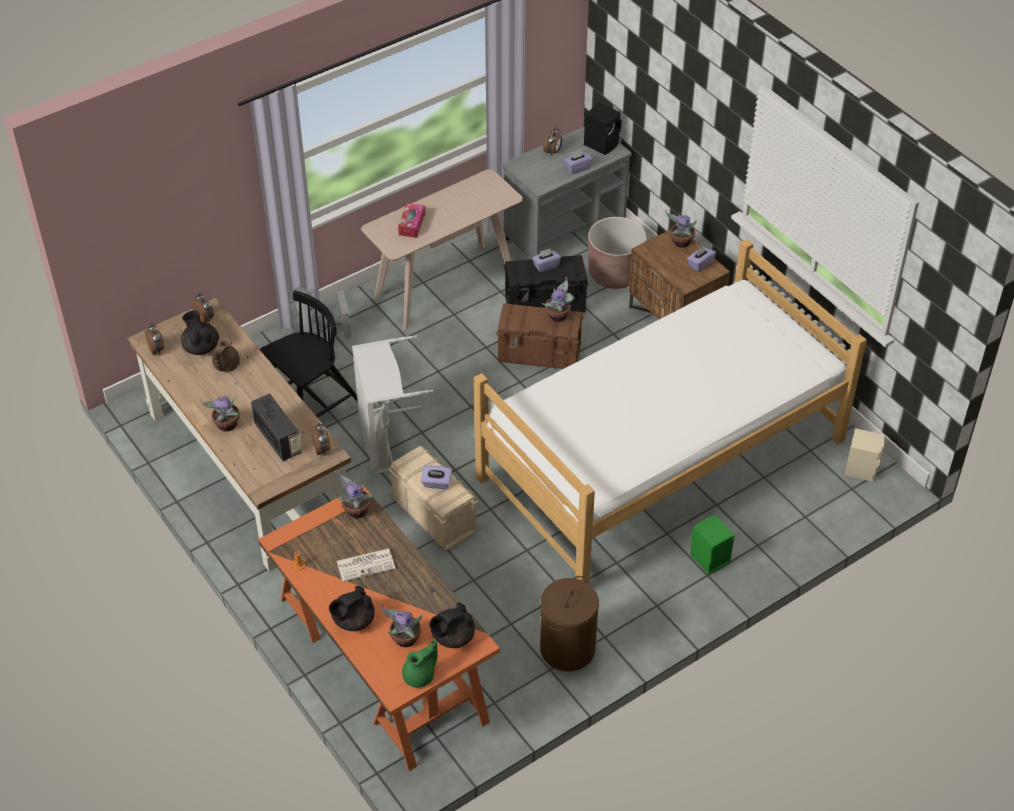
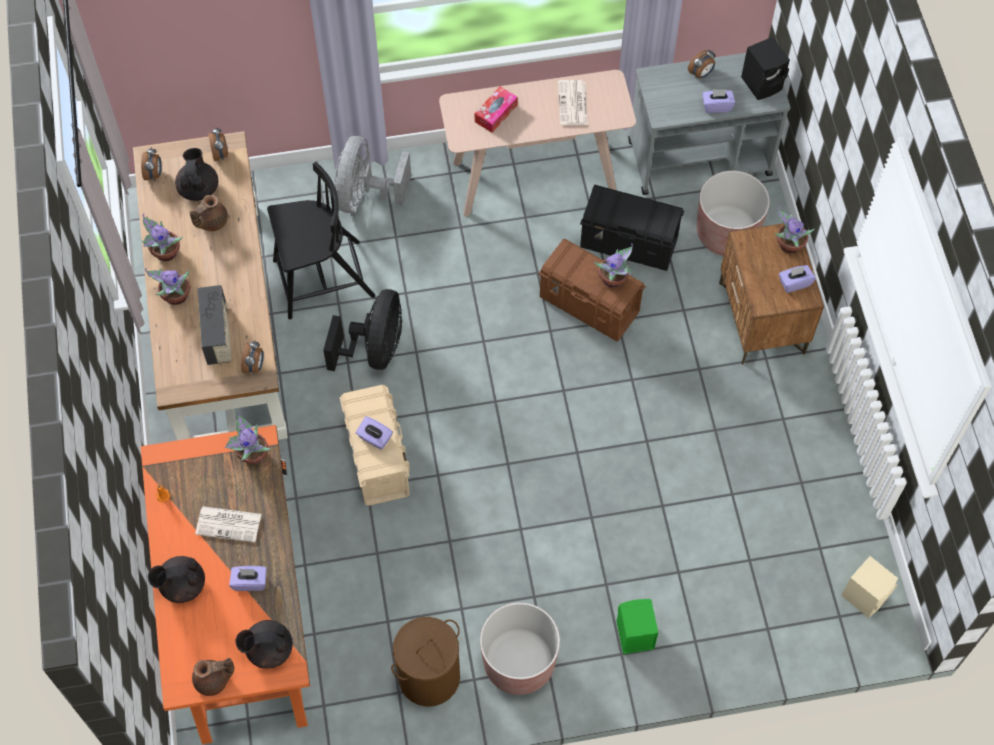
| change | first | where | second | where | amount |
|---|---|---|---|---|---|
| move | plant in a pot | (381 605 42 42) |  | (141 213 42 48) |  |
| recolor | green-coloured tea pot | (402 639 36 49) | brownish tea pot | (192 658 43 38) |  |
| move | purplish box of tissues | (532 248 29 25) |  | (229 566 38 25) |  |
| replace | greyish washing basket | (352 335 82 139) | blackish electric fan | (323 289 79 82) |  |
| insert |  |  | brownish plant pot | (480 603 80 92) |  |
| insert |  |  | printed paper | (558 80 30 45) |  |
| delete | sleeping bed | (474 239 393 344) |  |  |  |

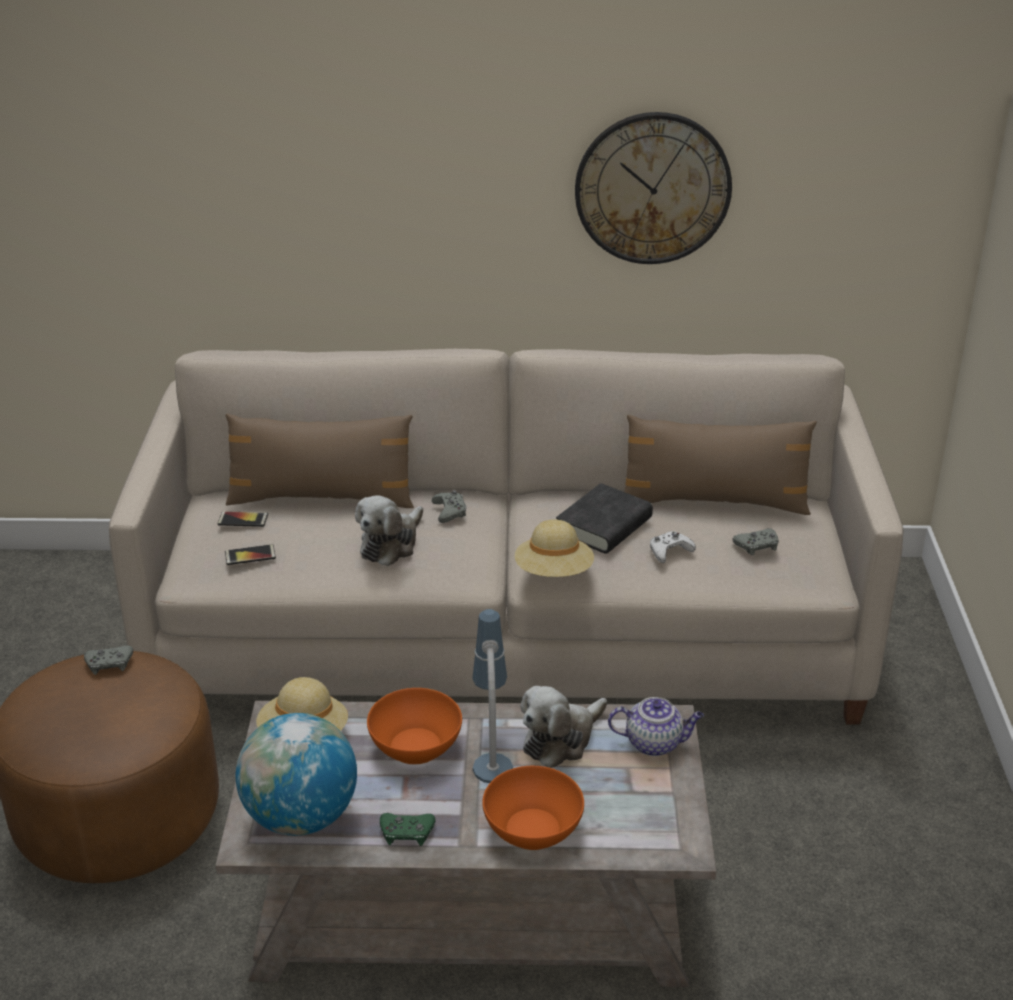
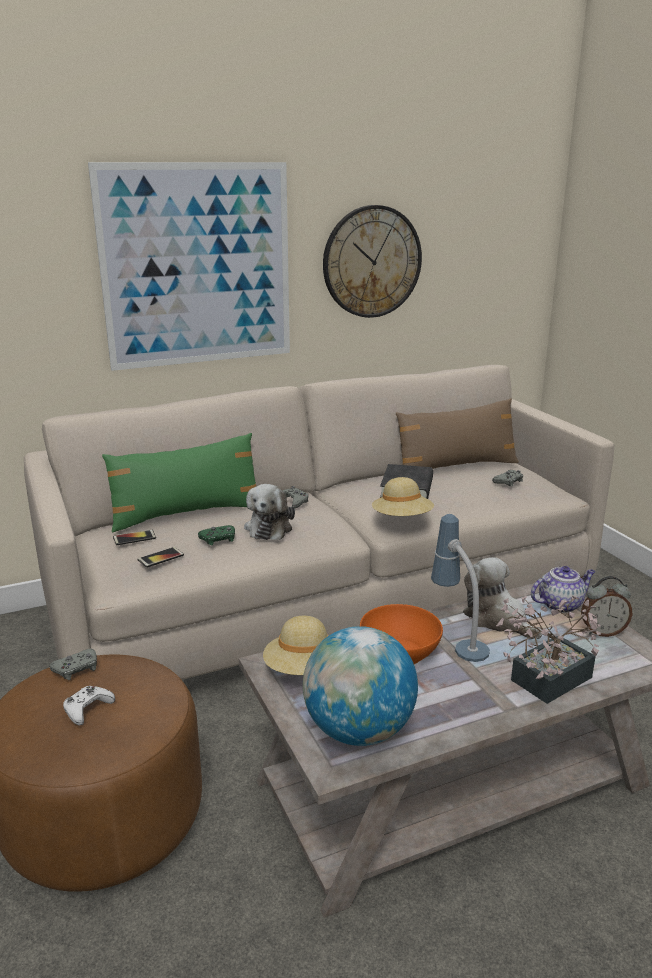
| change | first | where | second | where | amount |
|---|---|---|---|---|---|
| move | white-coloured game controller | (650 531 46 32) |  | (63 686 52 40) |  |
| insert |  |  | wall picture | (88 162 202 209) |  |
| recolor | brownish throw pillow | (226 414 188 94) | green-coloured throw pillow | (102 433 154 99) |  |
| move | green-coloured game controller | (380 813 56 33) |  | (198 525 37 21) |  |
| rotate | cuddly toy | (521 686 86 82) |  | (463 557 80 82) | 120 degrees clockwise |
| replace | orange deep dish | (482 766 102 84) | plant in a pot | (496 595 105 109) |  |
| insert |  |  | alarm clock | (581 576 51 61) |  |

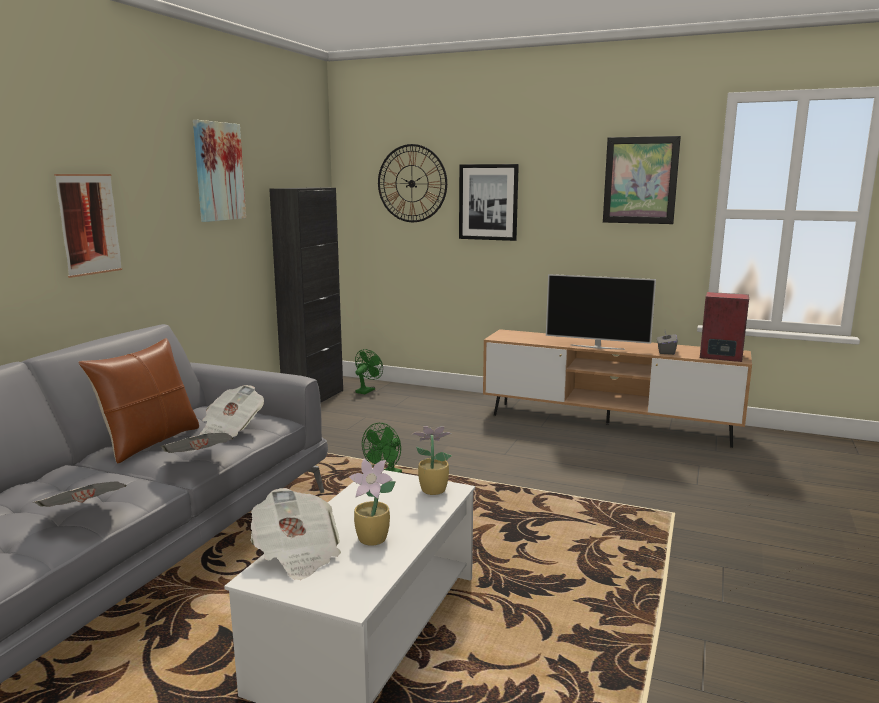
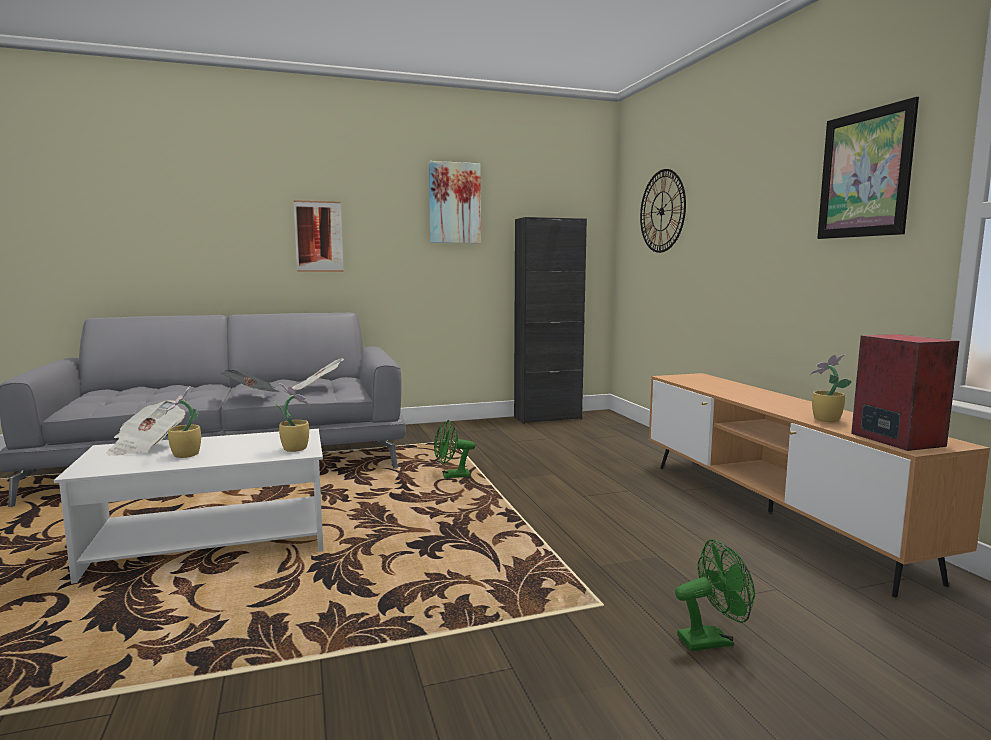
| change | first | where | second | where | amount |
|---|---|---|---|---|---|
| move | green-coloured electric fan | (355 349 28 45) |  | (675 539 80 112) |  |
| replace | greyish box of tissues | (657 331 21 24) | plant in a pot | (810 354 42 68) |  |
| delete | printed paper | (35 481 92 26) |  |  |  |
| delete | brownish throw pillow | (78 338 121 125) |  |  |  |
| delete | wall picture | (459 164 60 77) |  |  |  |
| delete | television | (546 274 110 76) |  |  |  |

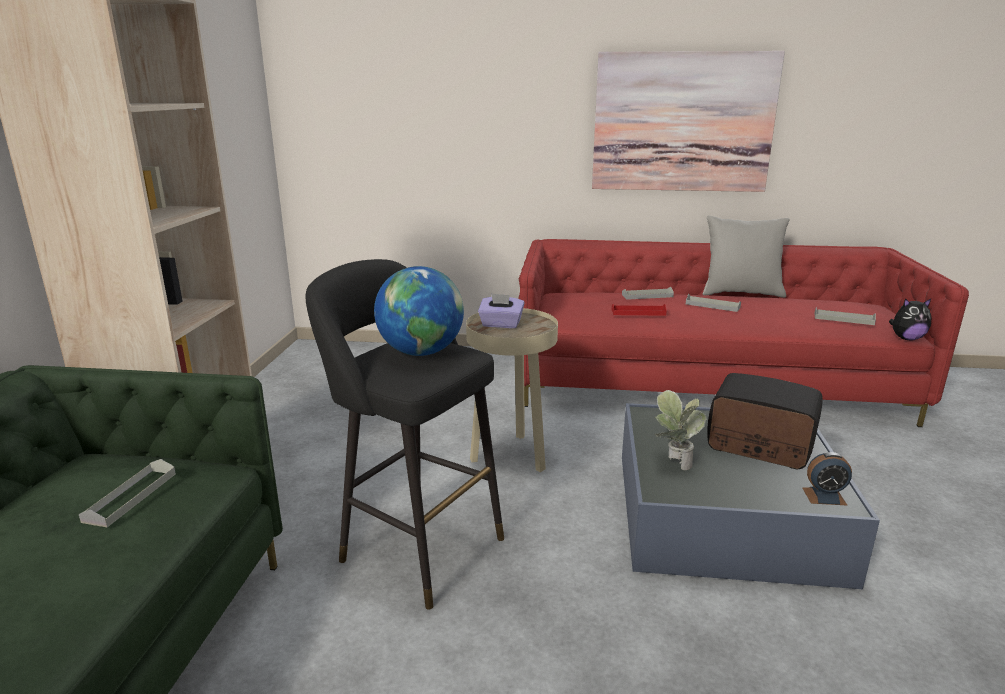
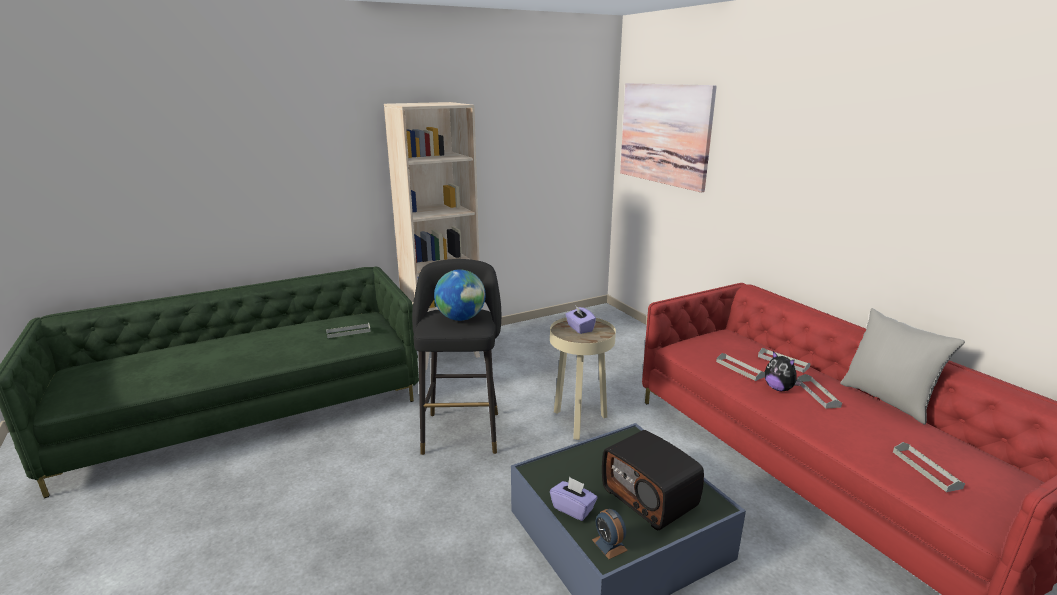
| change | first | where | second | where | amount |
|---|---|---|---|---|---|
| insert |  |  | purplish box of tissues | (550 477 48 44) |  |
| rotate | radio | (707 373 116 96) |  | (602 430 102 100) | 150 degrees clockwise |
| move | wall picture | (592 51 193 141) |  | (620 83 97 110) |  |
| recolor | reddish carrying tray | (612 304 55 12) | greyish carrying tray | (716 353 49 28) |  |
| move | cuddly toy | (889 299 43 41) |  | (765 351 37 40) |  |
| delete | plant in a pot | (655 390 52 80) |  |  |  |

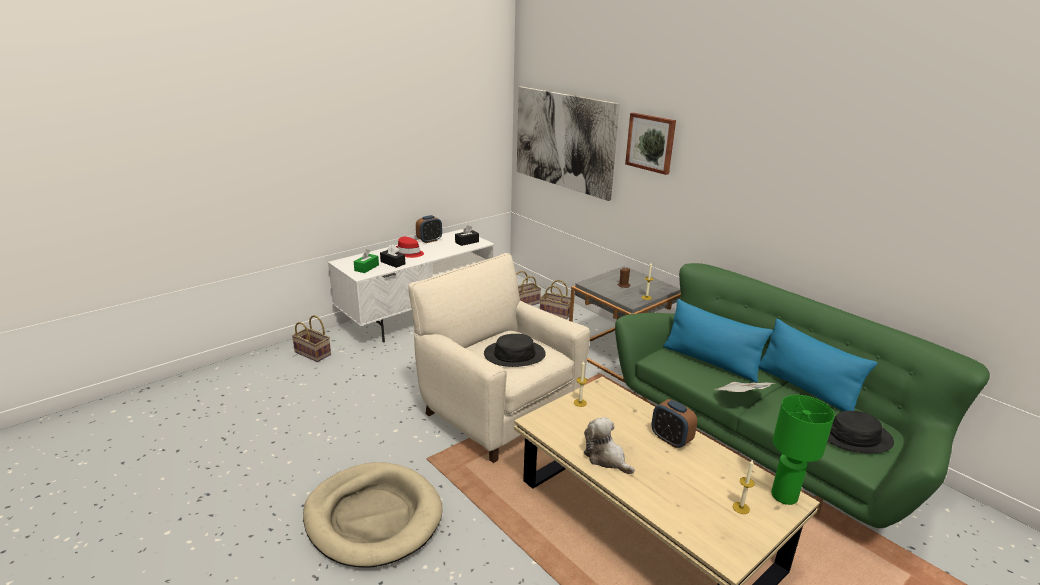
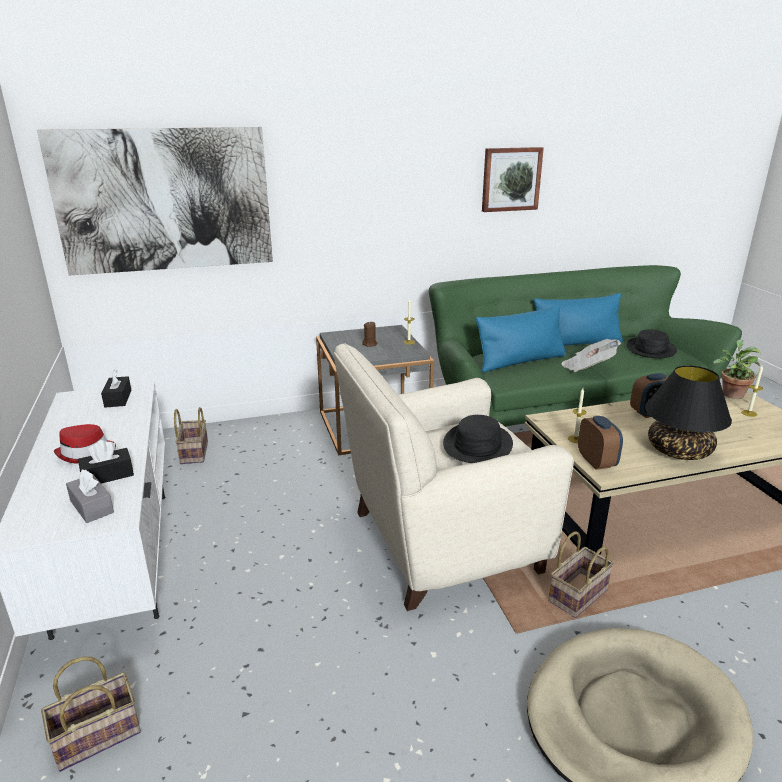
| change | first | where | second | where | amount |
|---|---|---|---|---|---|
| recolor | green-coloured box of tissues | (354 249 25 24) | greyish box of tissues | (66 470 48 53) |  |
| move | wall picture | (625 112 51 63) |  | (482 147 62 65) |  |
| move | household basket | (540 280 31 40) |  | (548 531 66 87) |  |
| move | alarm clock | (416 215 26 28) |  | (578 416 45 54) |  |
| replace | cuddly toy | (584 417 51 57) | blackish lamp for a table | (645 365 87 95) |  |
| replace | green-coloured lamp for a table | (771 395 64 110) | plant in a pot | (713 339 48 60) |  |

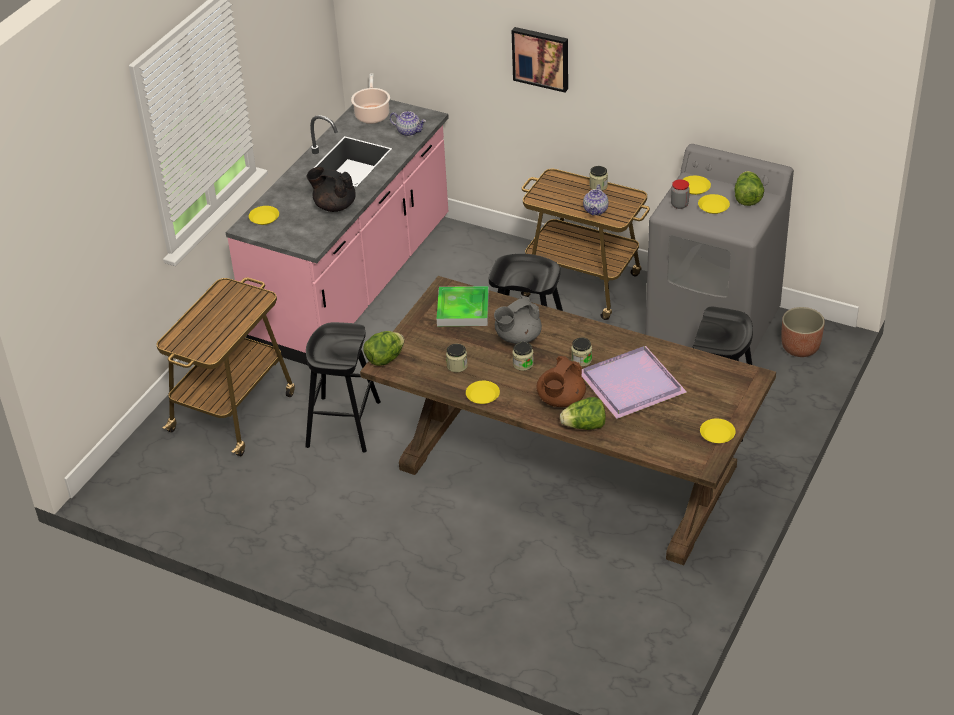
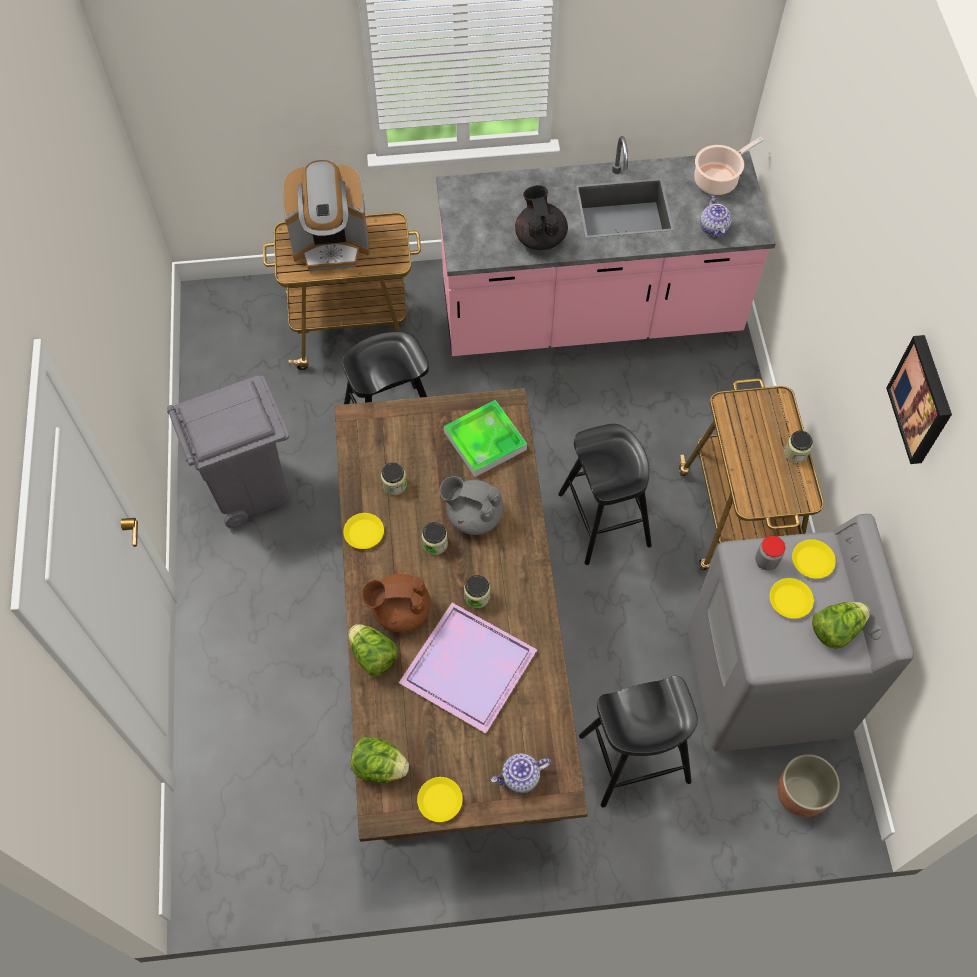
| change | first | where | second | where | amount |
|---|---|---|---|---|---|
| insert |  |  | greyish trash can | (167 376 122 152) |  |
| insert |  |  | coffee machine | (282 160 87 111) |  |
| move | head of lettuce | (363 331 42 35) |  | (351 737 58 46) |  |
| move | tea pot | (583 184 26 32) |  | (491 754 60 39) |  |
| move | wall picture | (512 27 56 66) |  | (886 335 66 129) |  |
| delete | yellow-coloured plate | (249 206 30 19) |  |  |  |

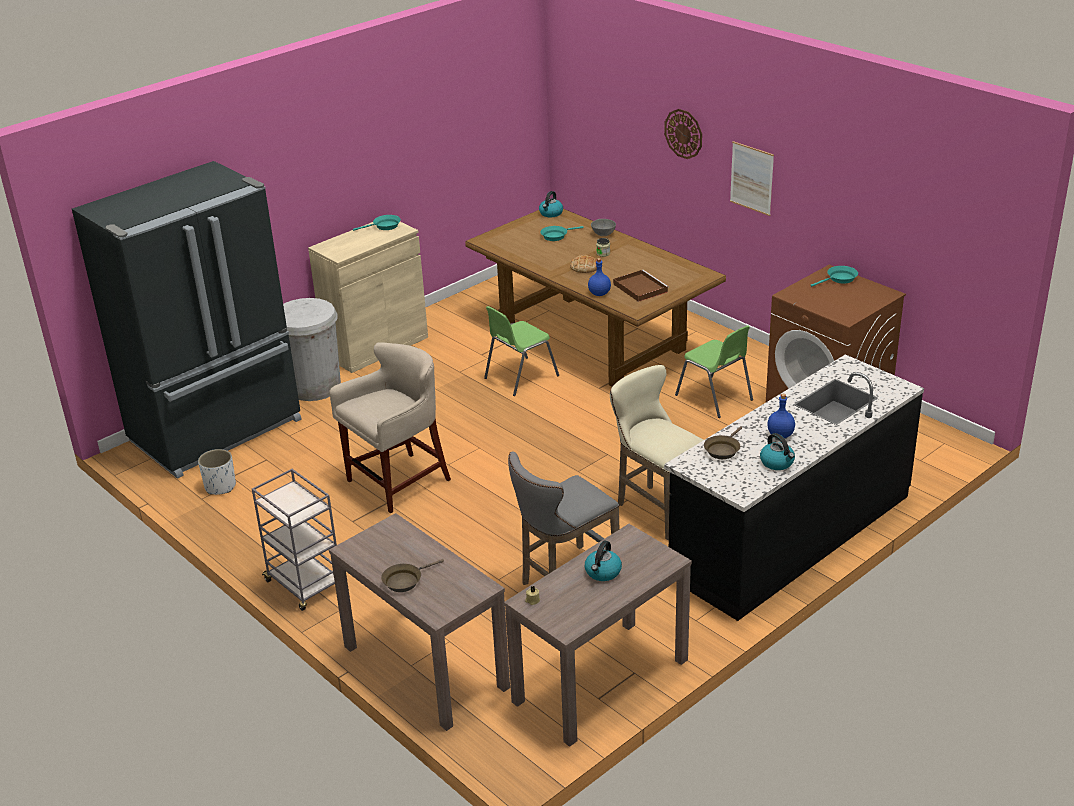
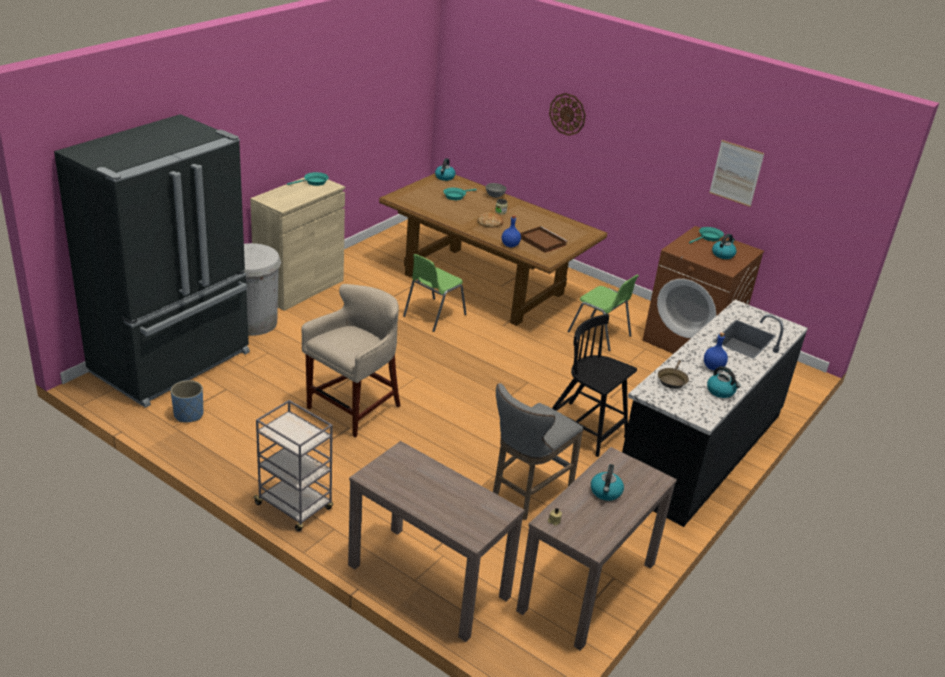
| change | first | where | second | where | amount |
|---|---|---|---|---|---|
| recolor | white-coloured plant pot | (198 449 38 46) | bluish plant pot | (171 380 32 42) |  |
| replace | sand-coloured sitting stool | (610 365 93 176) | blackish plain chair | (552 314 85 143) |  |
| move | wall picture | (730 141 44 75) |  | (709 140 55 67) |  |
| insert |  |  | water kettle | (712 234 25 25) |  |
| delete | brownish skillet | (381 559 63 33) |  |  |  |

